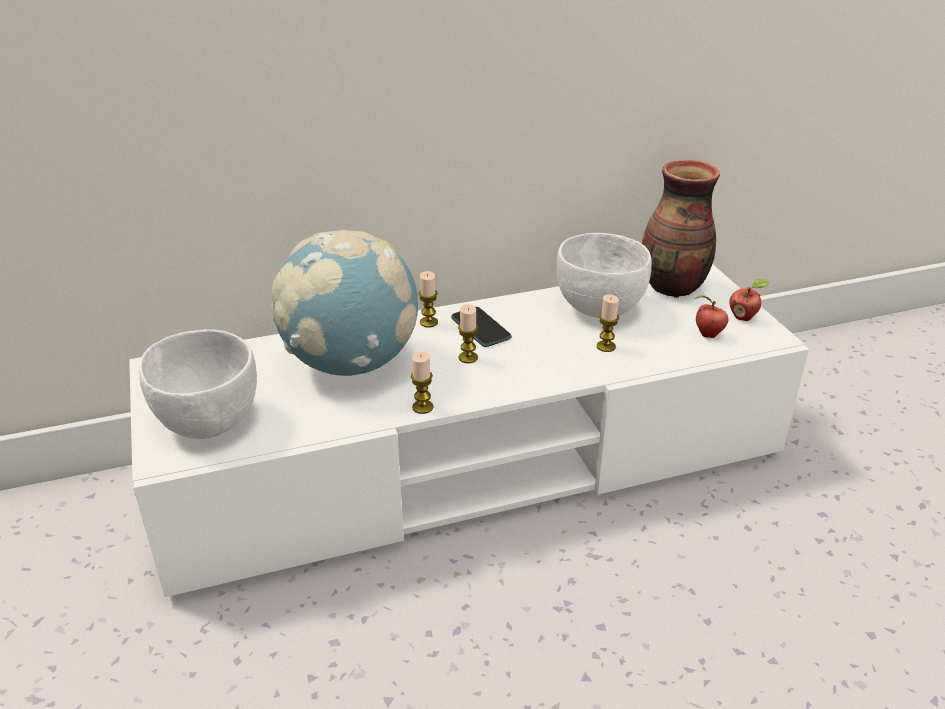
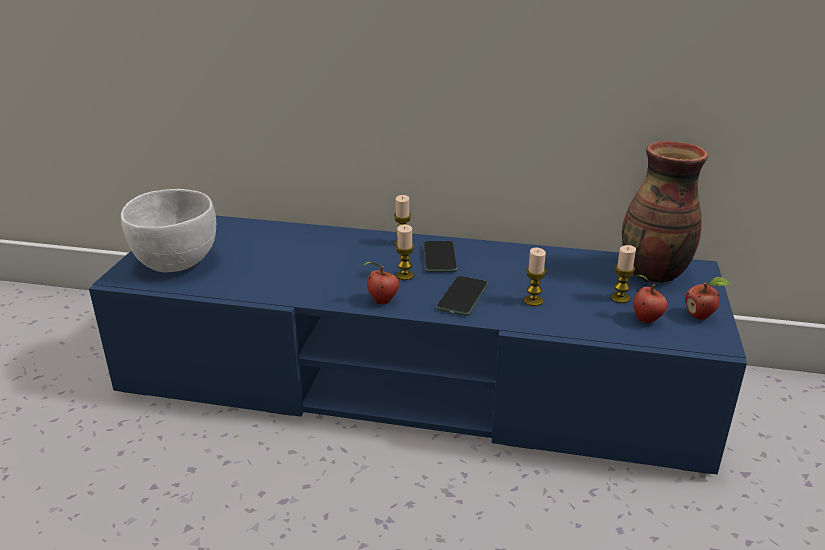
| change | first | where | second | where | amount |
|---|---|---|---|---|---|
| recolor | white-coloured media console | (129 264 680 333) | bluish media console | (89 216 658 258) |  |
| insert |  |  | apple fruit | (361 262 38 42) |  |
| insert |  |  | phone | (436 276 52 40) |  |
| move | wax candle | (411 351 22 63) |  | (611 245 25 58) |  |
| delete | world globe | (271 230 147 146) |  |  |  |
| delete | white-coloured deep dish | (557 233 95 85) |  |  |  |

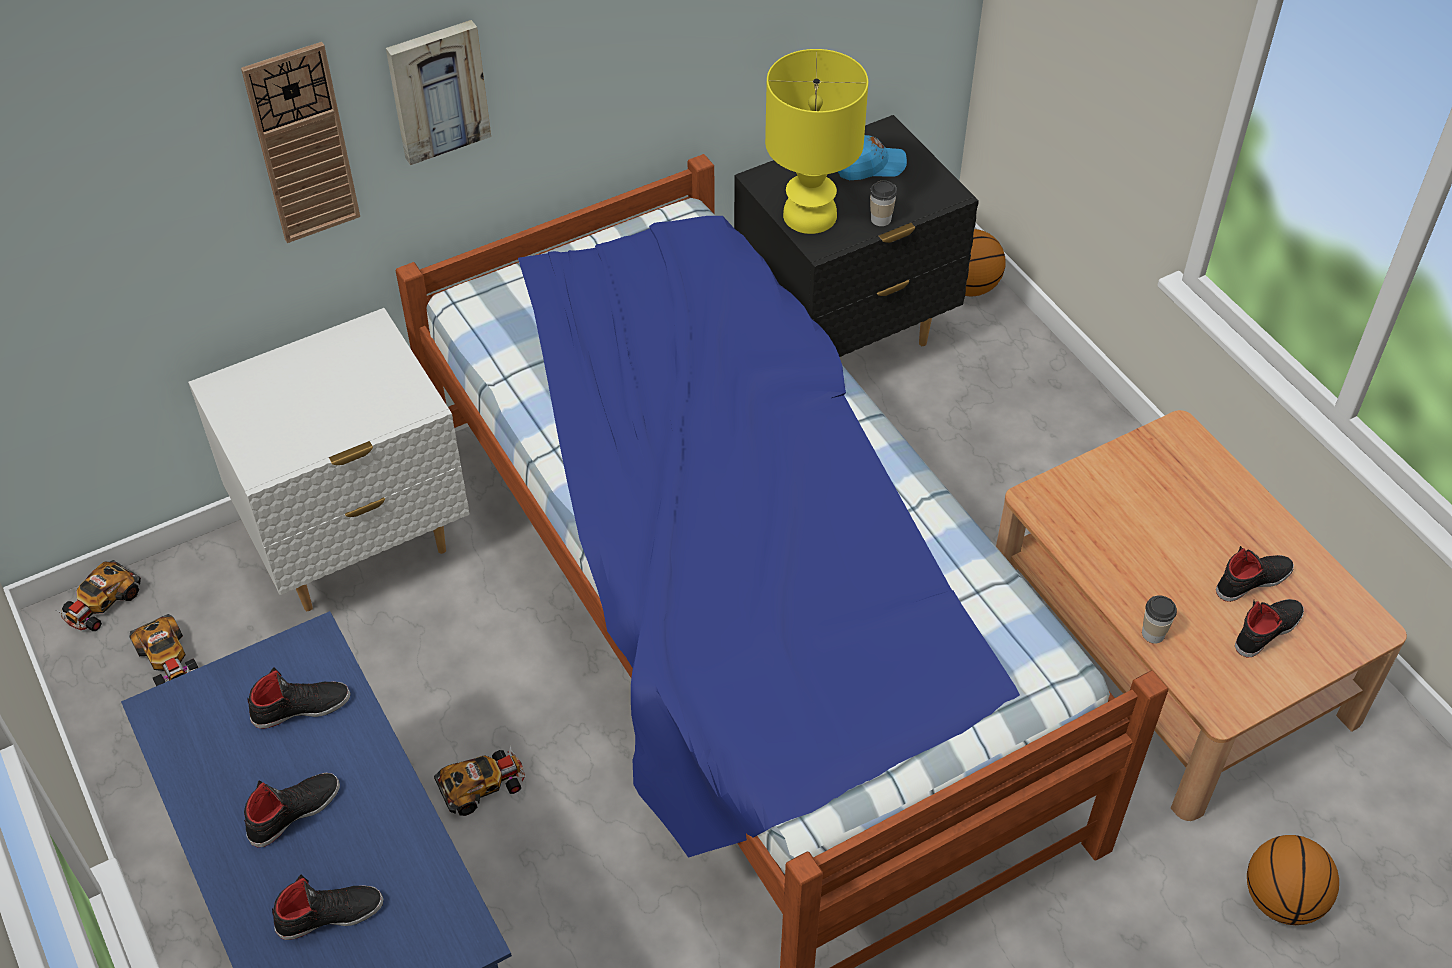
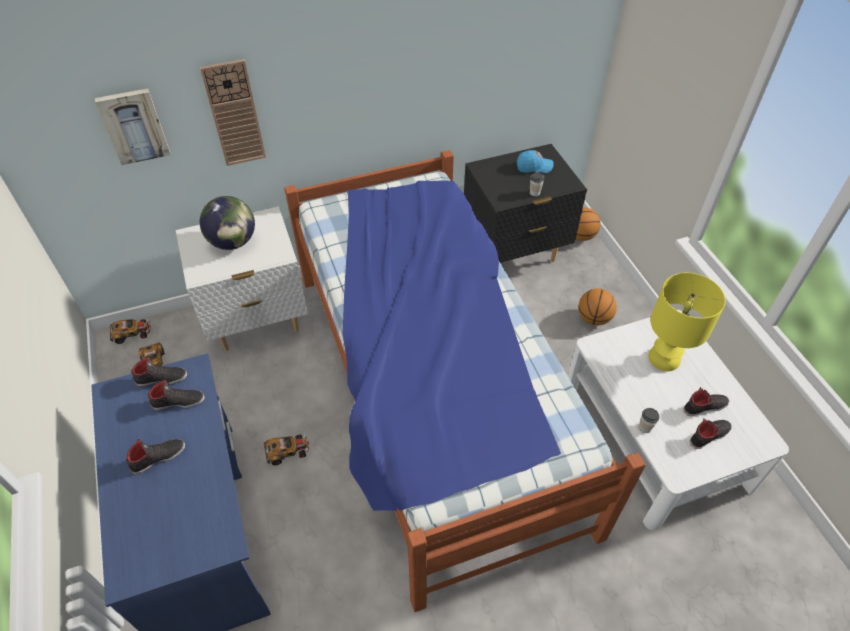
| change | first | where | second | where | amount |
|---|---|---|---|---|---|
| move | wall picture | (386 20 105 145) |  | (95 88 75 77) |  |
| rotate | model car | (56 560 85 71) |  | (110 319 41 25) | 150 degrees counterclockwise |
| move | blackish shoe | (272 875 112 65) |  | (131 356 56 30) |  |
| insert |  |  | world globe | (200 196 55 54) |  |
| recolor | brownish lounge table | (996 410 411 411) | white-coloured lounge table | (568 310 221 220) |  |
| move | ball for basketball | (1247 835 92 90) |  | (579 288 38 38) |  |
| move | yellow-coloured lamp for a table | (765 49 103 185) |  | (648 273 78 98) |  |

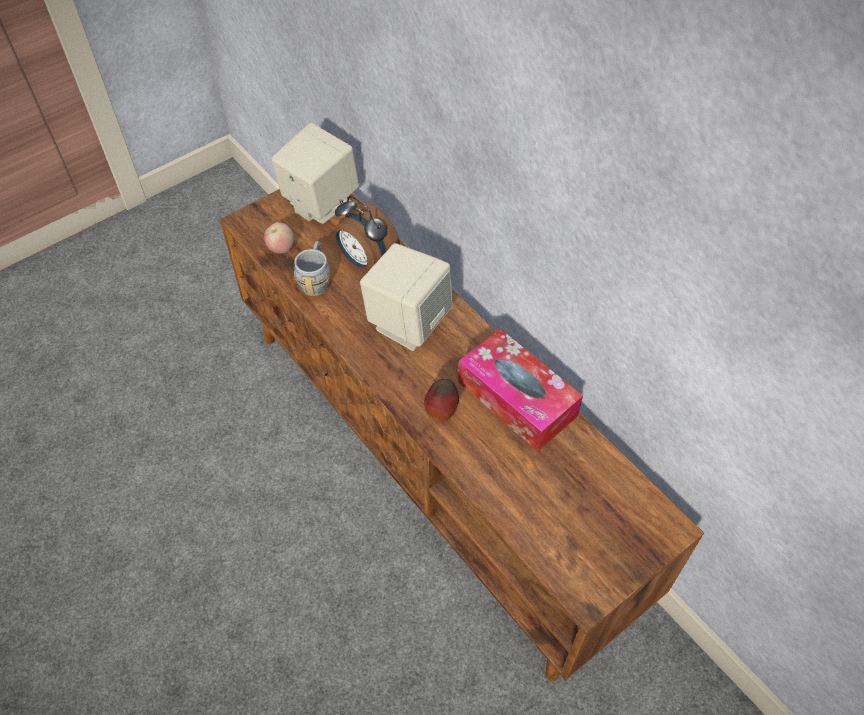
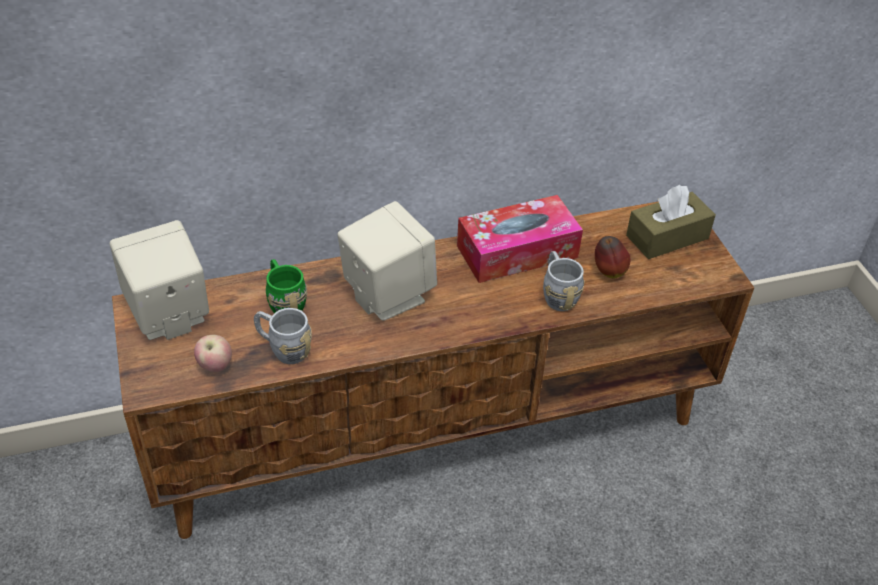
| change | first | where | second | where | amount |
|---|---|---|---|---|---|
| replace | alarm clock | (335 196 65 74) | green-coloured coffee mug | (266 259 41 54) |  |
| insert |  |  | greyish coffee mug | (543 251 41 60) |  |
| move | apple fruit | (424 379 35 42) |  | (595 236 36 42) |  |
| insert |  |  | brownish box of tissues | (626 185 90 74) |  |

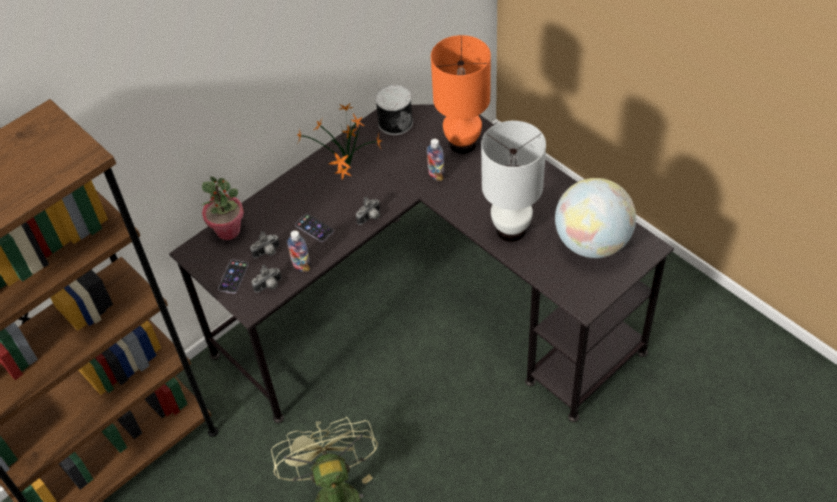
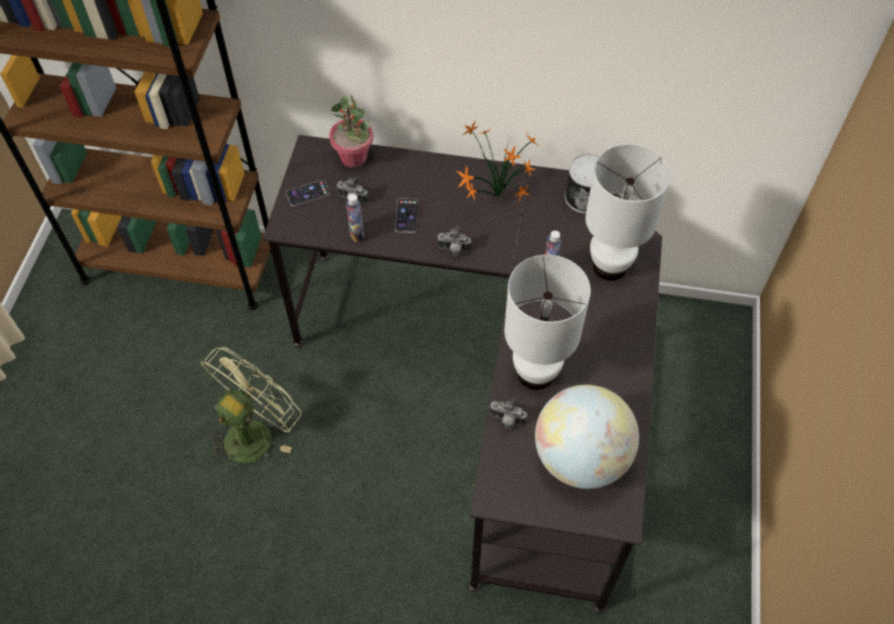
| change | first | where | second | where | amount |
|---|---|---|---|---|---|
| move | still camera | (251 265 30 27) |  | (489 398 38 31) |  |
| recolor | orange lamp for a table | (431 35 60 119) | white-coloured lamp for a table | (585 144 86 137) |  |

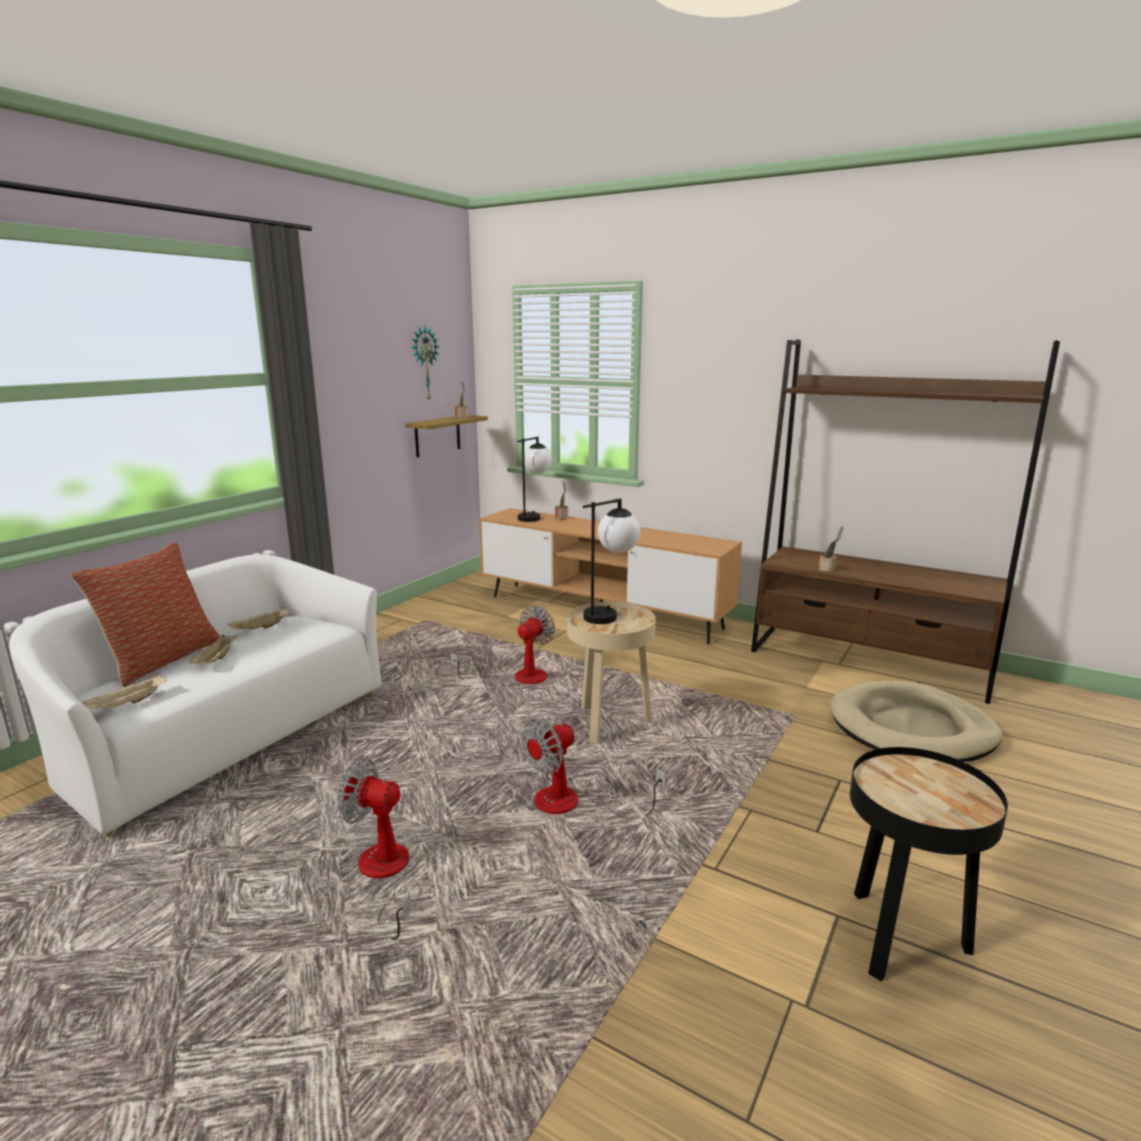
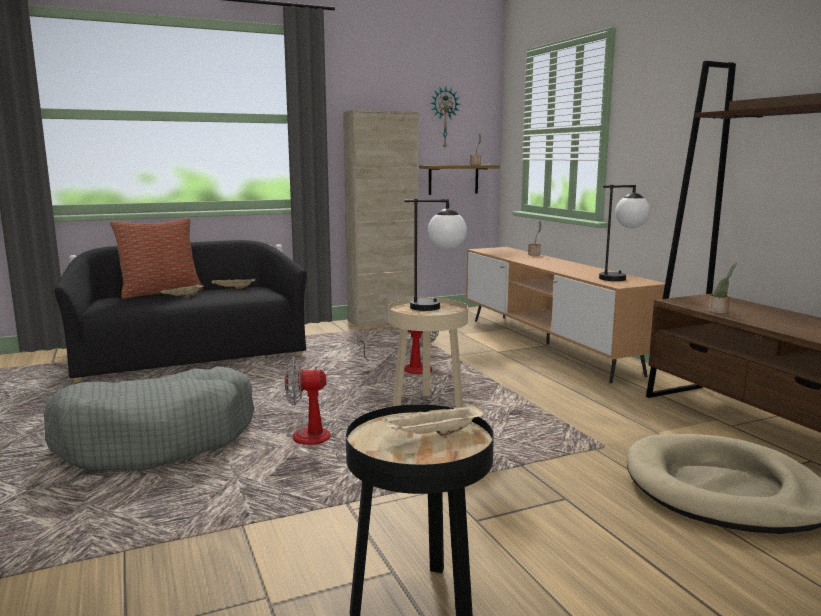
| change | first | where | second | where | amount |
|---|---|---|---|---|---|
| replace | electric fan | (337 758 84 182) | greyish dog cushion | (44 366 211 105) |  |
| recolor | white-coloured couch | (9 555 373 282) | blackish couch | (54 240 253 142) |  |
| insert |  |  | sand-coloured storage cabinet | (343 110 76 218) |  |
| move | sand-coloured carrying tray | (82 674 84 35) |  | (382 403 103 33) |  |
| move | lamp for a table | (517 437 35 85) |  | (599 185 51 96) |  |

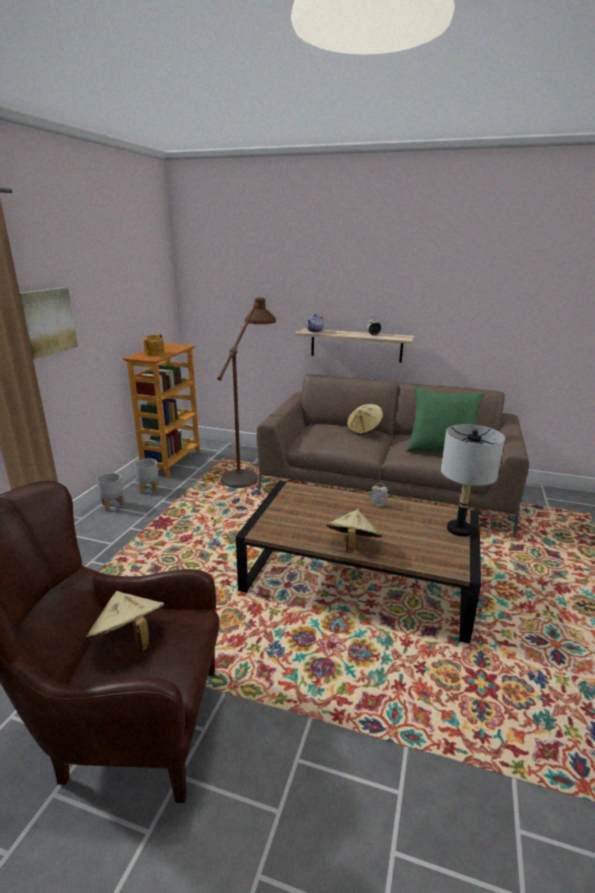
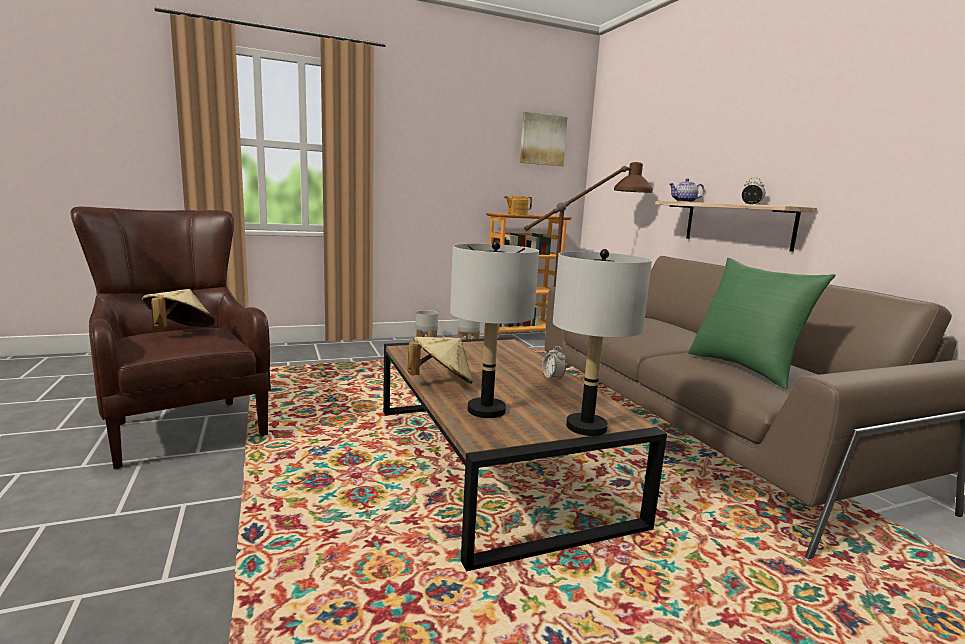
| change | first | where | second | where | amount |
|---|---|---|---|---|---|
| insert |  |  | greyish lamp for a table | (450 241 89 177) |  |
| move | wall picture | (20 287 58 72) |  | (520 112 47 54) |  |
| delete | sand-coloured hat | (347 404 36 31) |  |  |  |

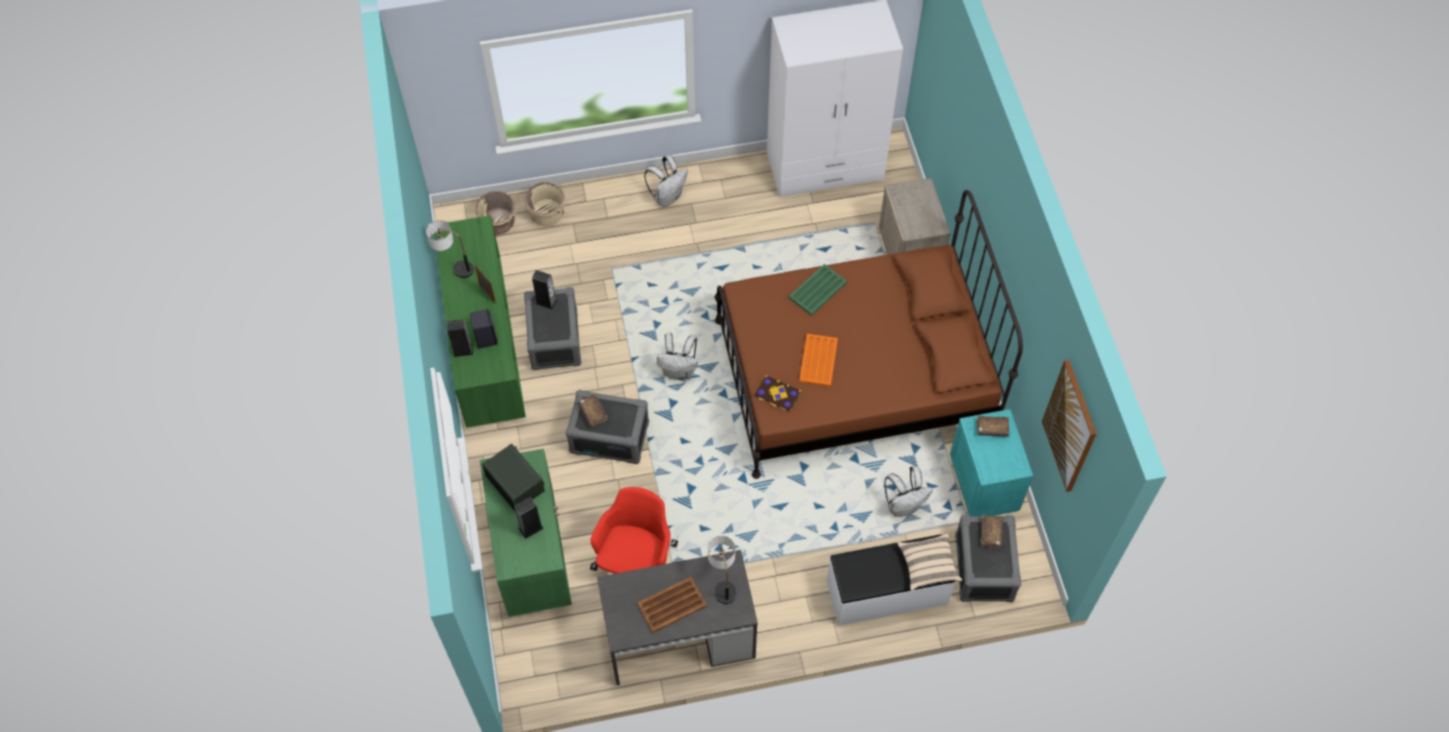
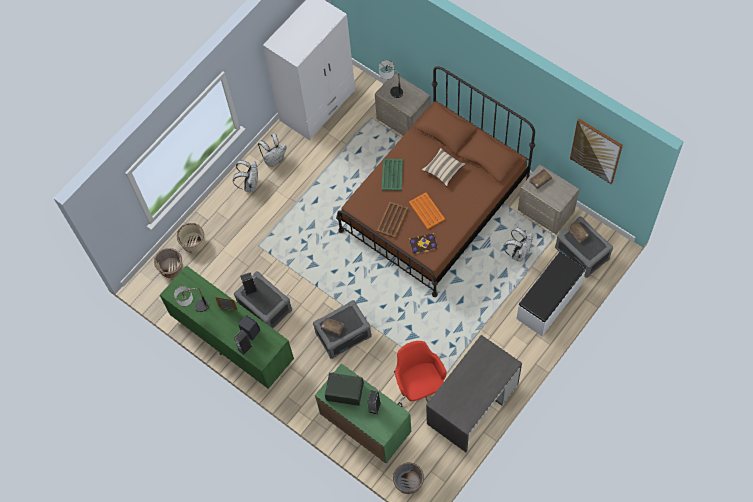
| change | first | where | second | where | amount |
|---|---|---|---|---|---|
| move | white-coloured backpack | (657 333 41 48) |  | (258 134 29 33) |  |
| move | brownish carrying tray | (637 577 70 56) |  | (376 201 32 37) |  |
| move | lamp for a table | (708 536 28 68) |  | (379 60 24 38) |  |
| insert |  |  | greyish plant pot | (393 463 31 31) |  |
| move | sand-coloured throw pillow | (897 533 65 58) |  | (422 148 43 38) |  |
| recolor | turquoise-coloured nightstand | (950 409 83 107) | sand-coloured nightstand | (518 164 61 70) |  |

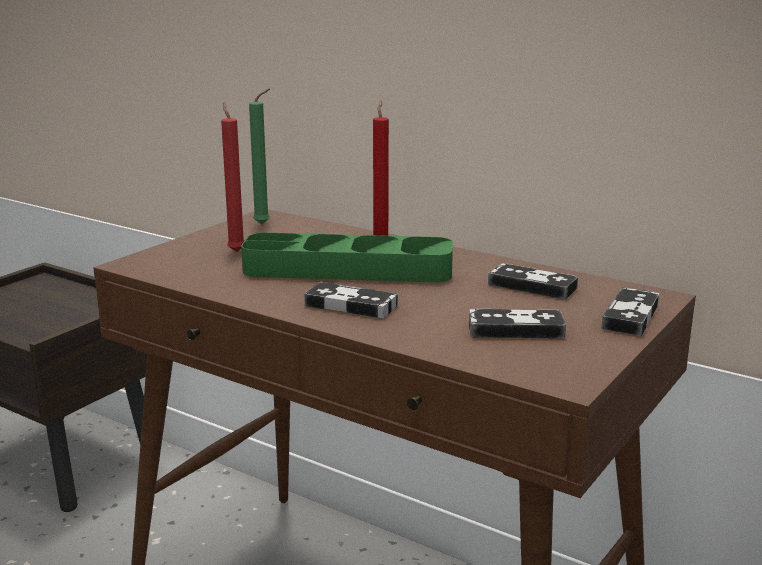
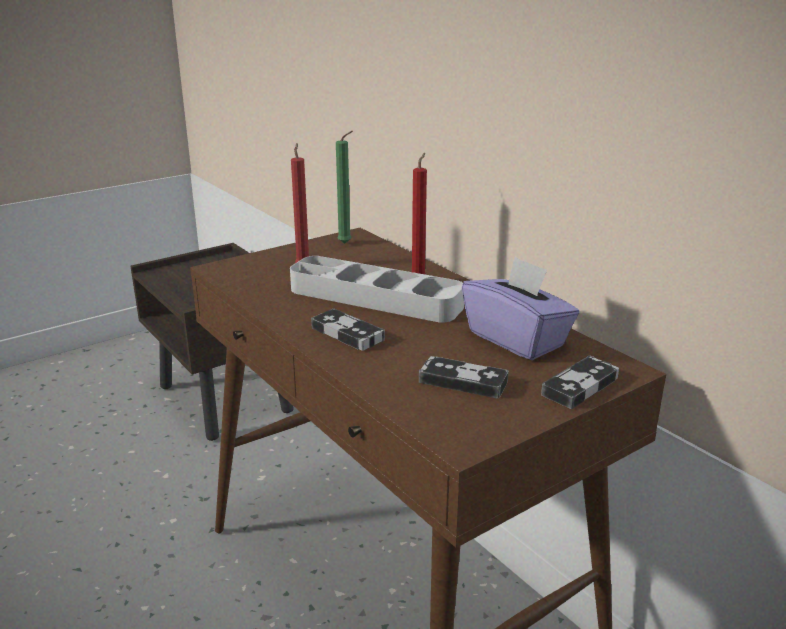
| change | first | where | second | where | amount |
|---|---|---|---|---|---|
| recolor | green-coloured carrying tray | (241 232 212 51) | greyish carrying tray | (290 256 174 67) |  |
| replace | game controller | (488 264 90 35) | purplish box of tissues | (462 257 118 103) |  |

